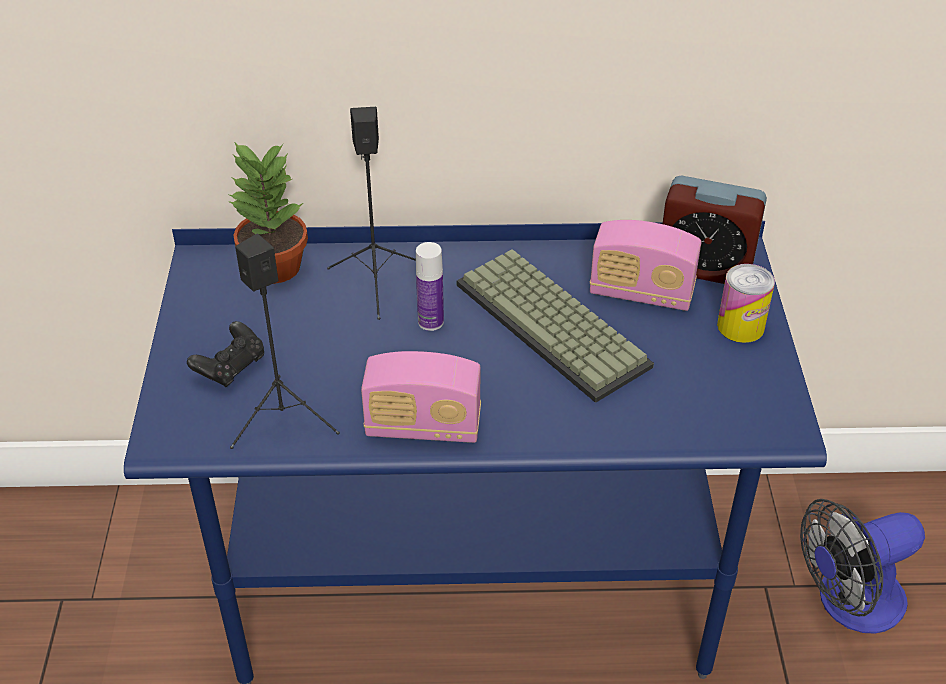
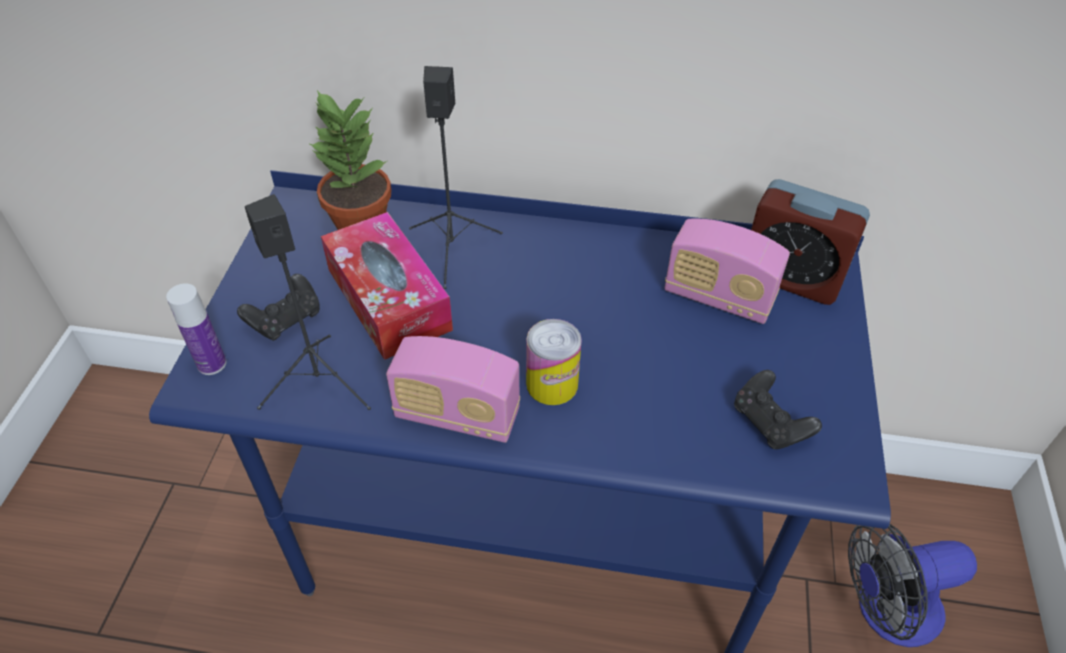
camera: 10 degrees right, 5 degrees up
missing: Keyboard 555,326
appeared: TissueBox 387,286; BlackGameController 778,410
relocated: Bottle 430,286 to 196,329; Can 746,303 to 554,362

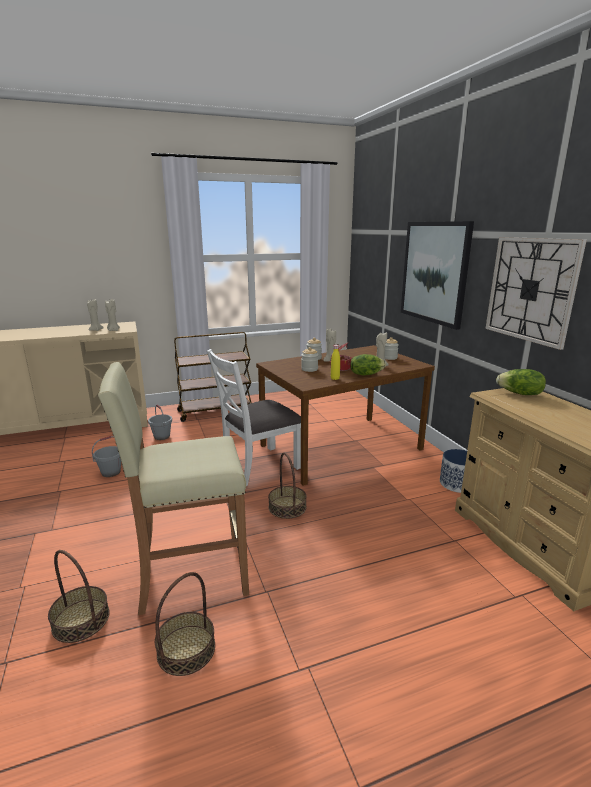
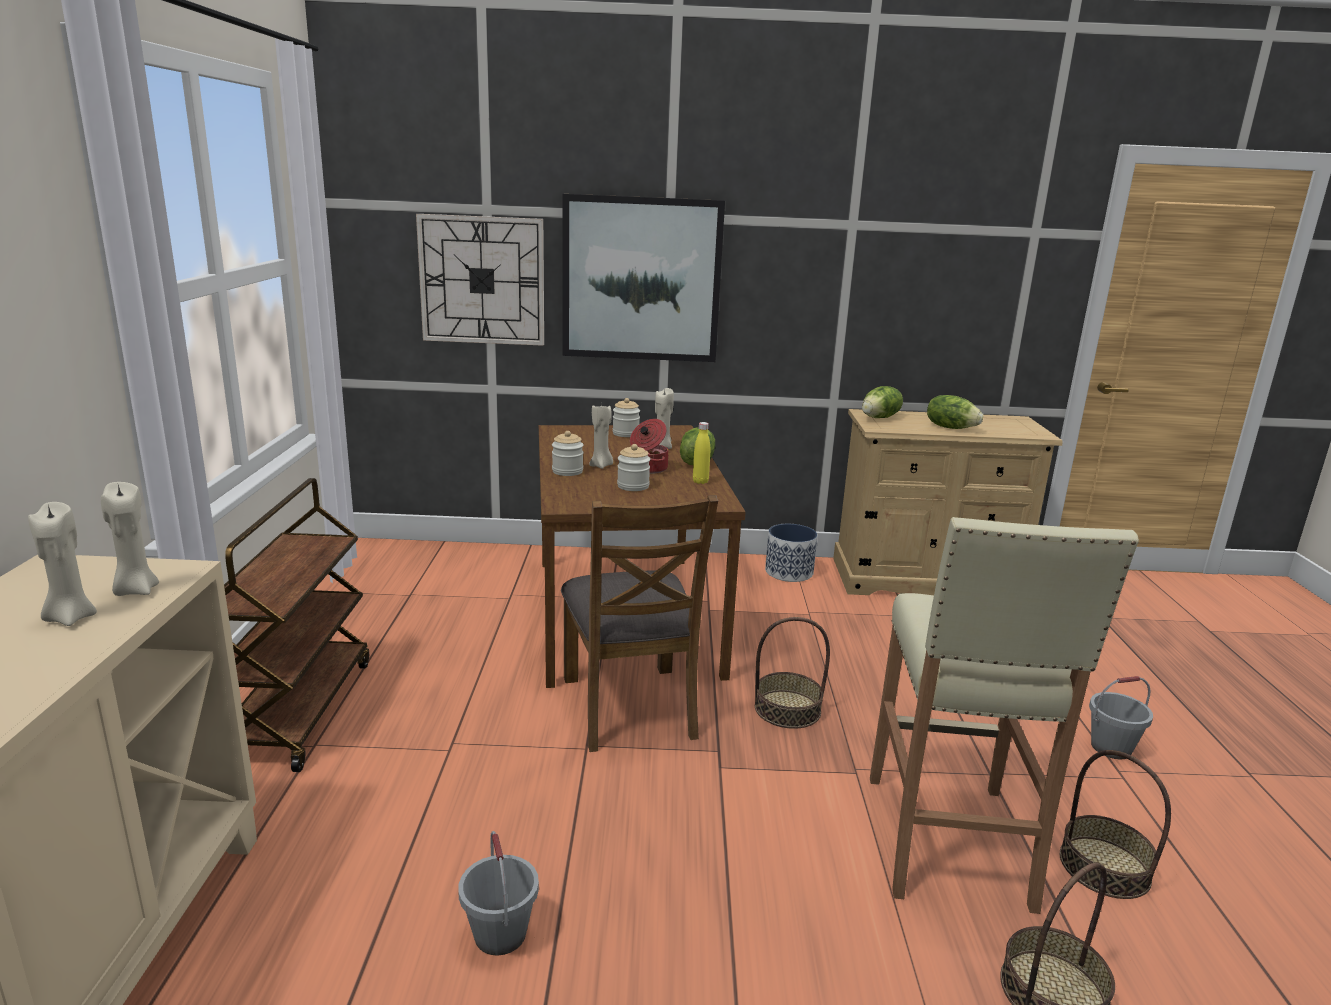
camera: 70 degrees left, 0 degrees up
appeared: Lettuce 955,412
relocated: GreyBucket 160,422 to 1121,717; WallClock 536,293 to 480,280
colour: WhiteChair 254,417 to BrownChair 639,623

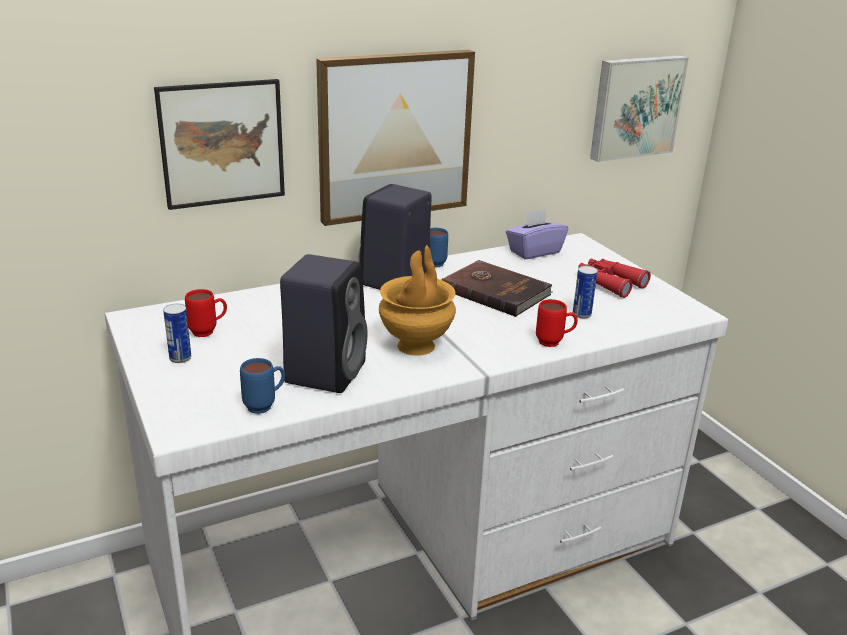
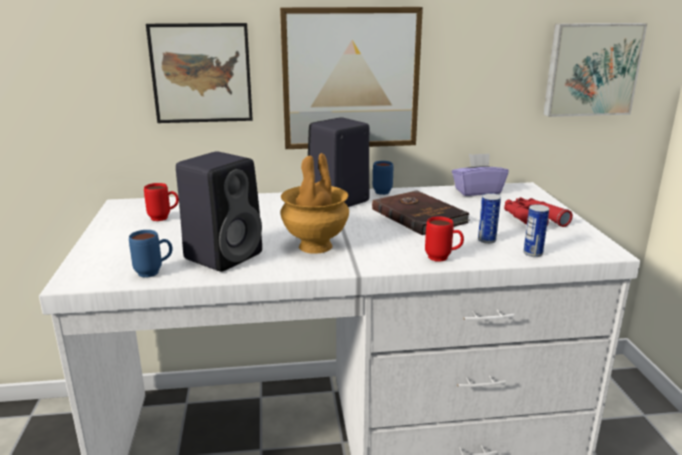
camera: 20 degrees right, 5 degrees down
relocated: Can 177,333 to 536,230

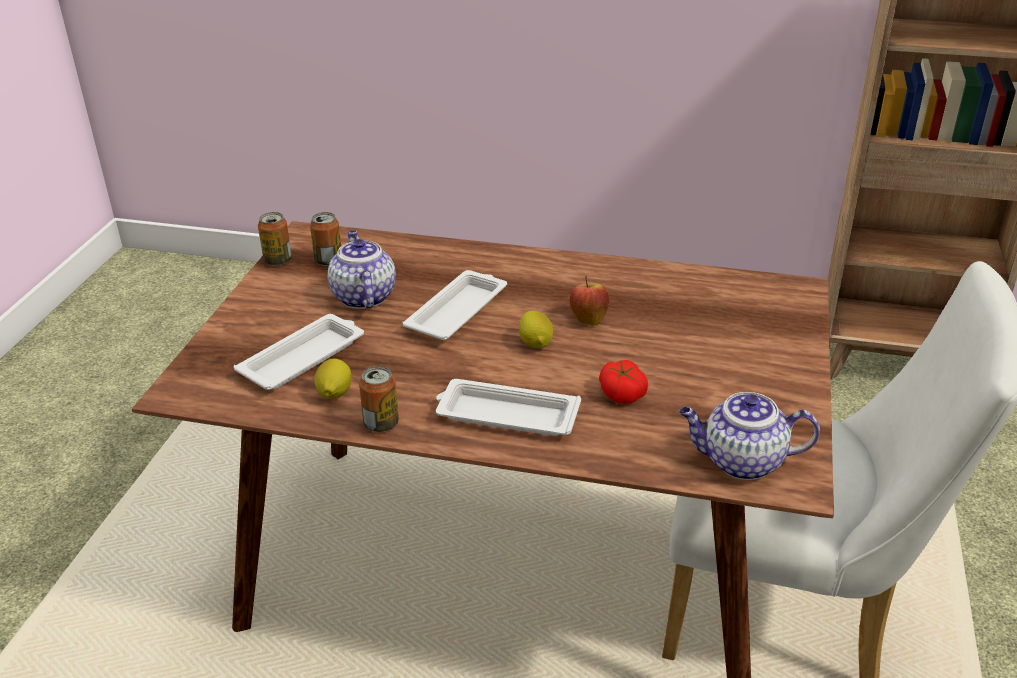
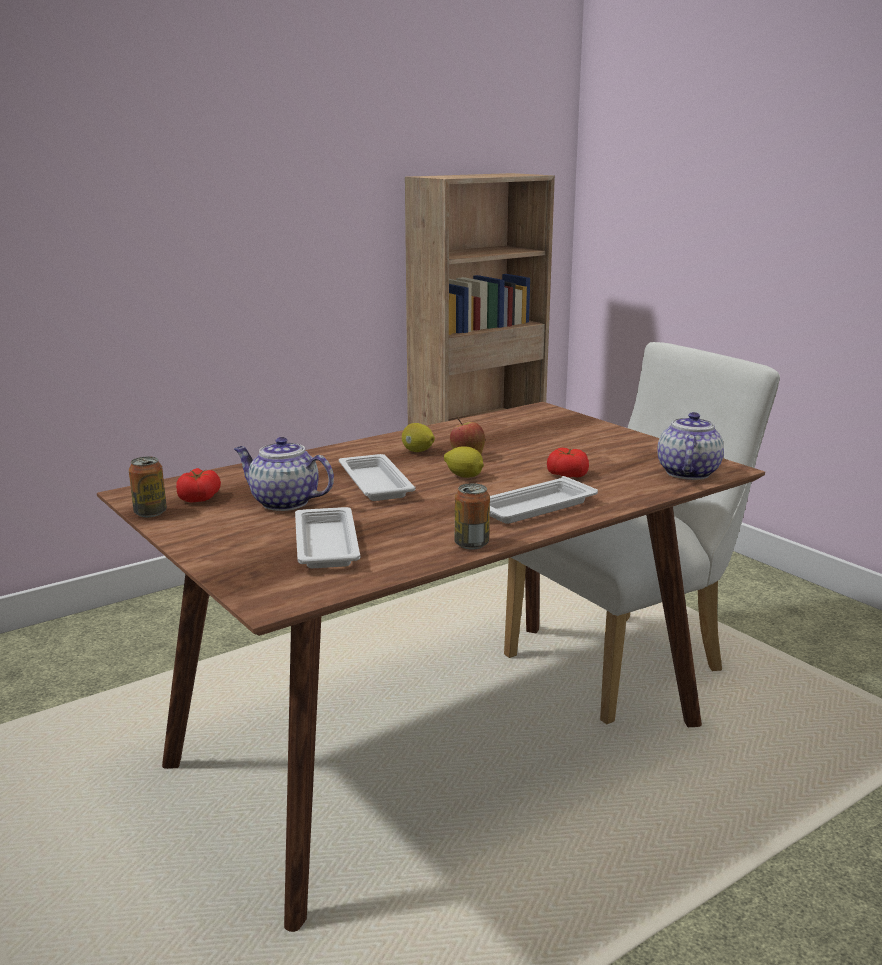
camera: 50 degrees left, 15 degrees down
relocated: Lemon 333,378 to 418,437
exchanged: Can 325,239 to Tomato 198,485
spun: Teapot 749,436 = 690,446 150 degrees clockwise

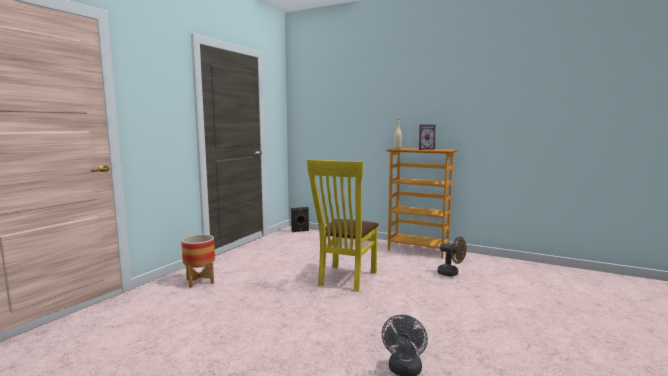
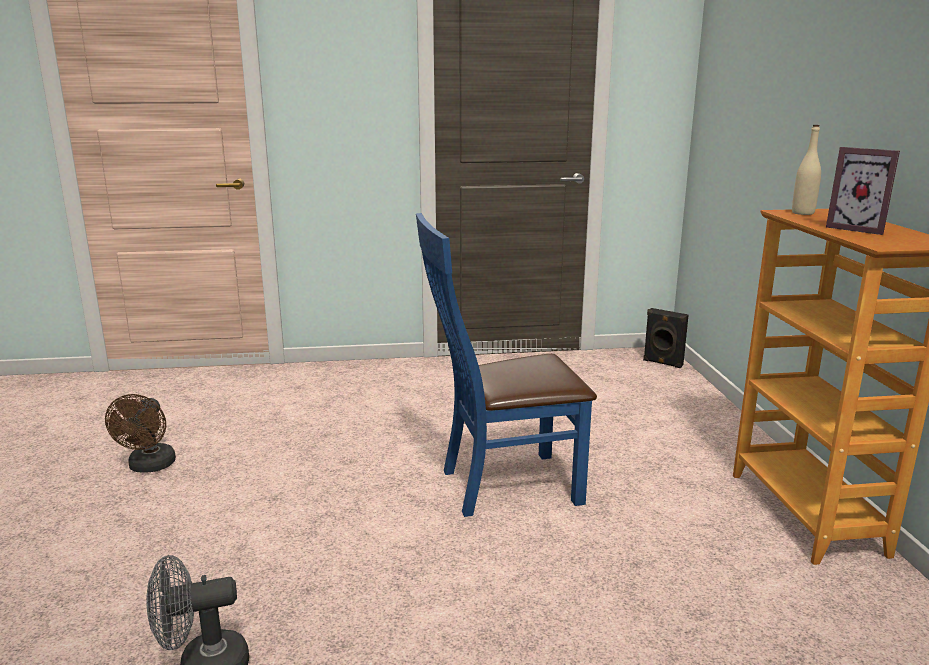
camera: 55 degrees right, 10 degrees up
missing: Planter 198,261
relocated: BrownFan 452,256 to 140,433
colour: YellowChair 343,226 to BlueChair 506,365

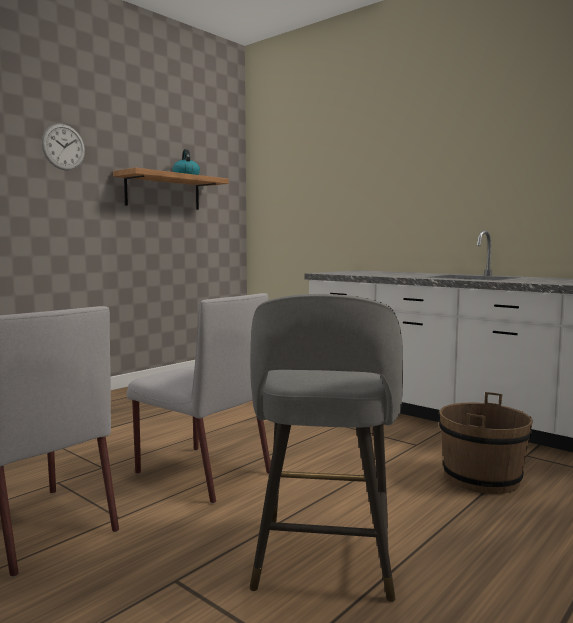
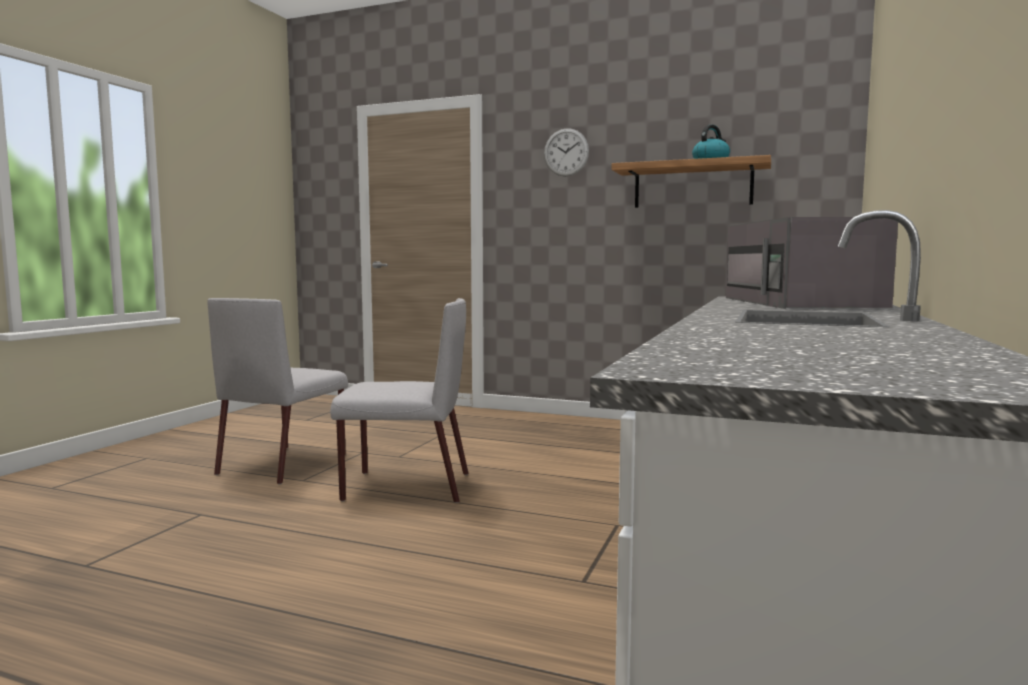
camera: 70 degrees right, 0 degrees up
missing: GreyStool 326,448; BrownBucket 486,443
appeared: GreyMicrowave 812,263
spun: GreyChair 199,398 = 399,400 105 degrees counterclockwise

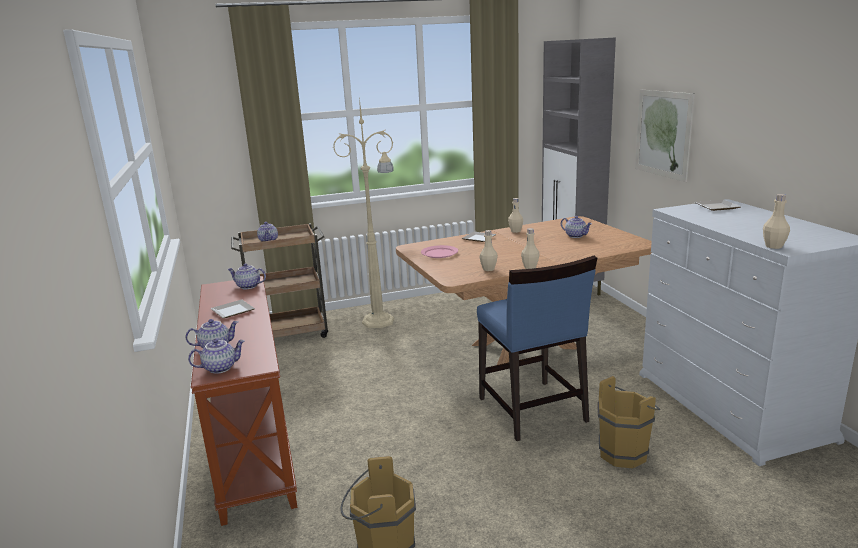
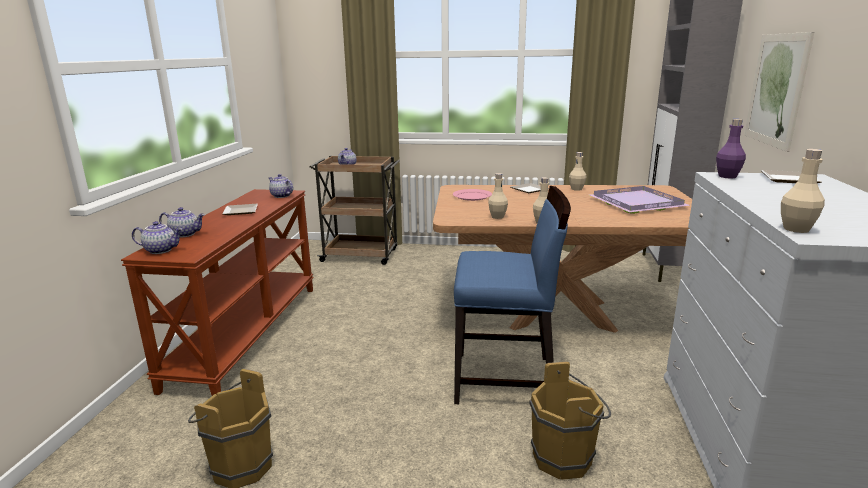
camera: 25 degrees right, 0 degrees up
missing: BeigeFloorLamp 363,212
appeared: PurpleBottle 731,149
exchanged: Teapot 576,227 to PurpleTray 640,200
spun: BlueChair 537,348 = 512,295 90 degrees counterclockwise

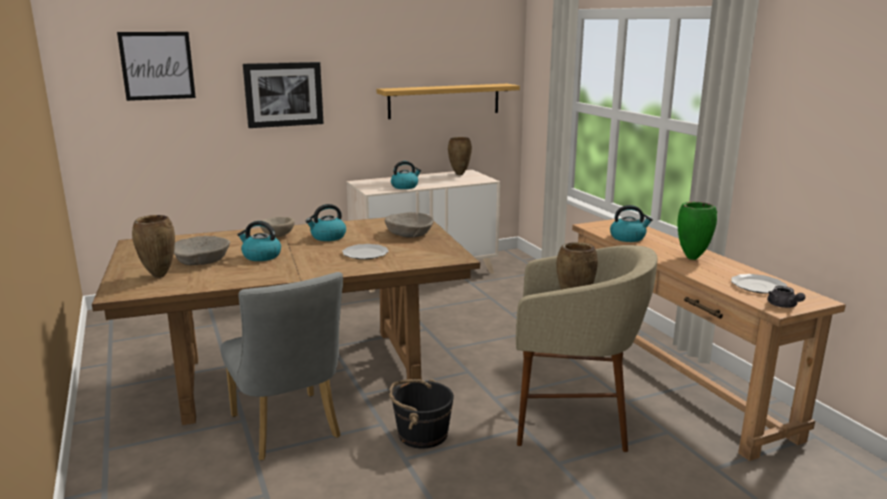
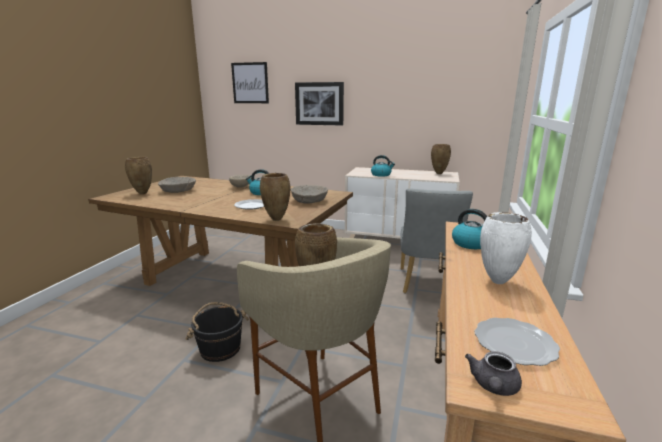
camera: 40 degrees right, 0 degrees up
missing: Kettle 259,241; Shelf 448,101
appeared: BrownVase 275,197
relocated: GreyChair 282,366 to 436,240
colour: GreenVase 697,231 to WhiteVase 506,248

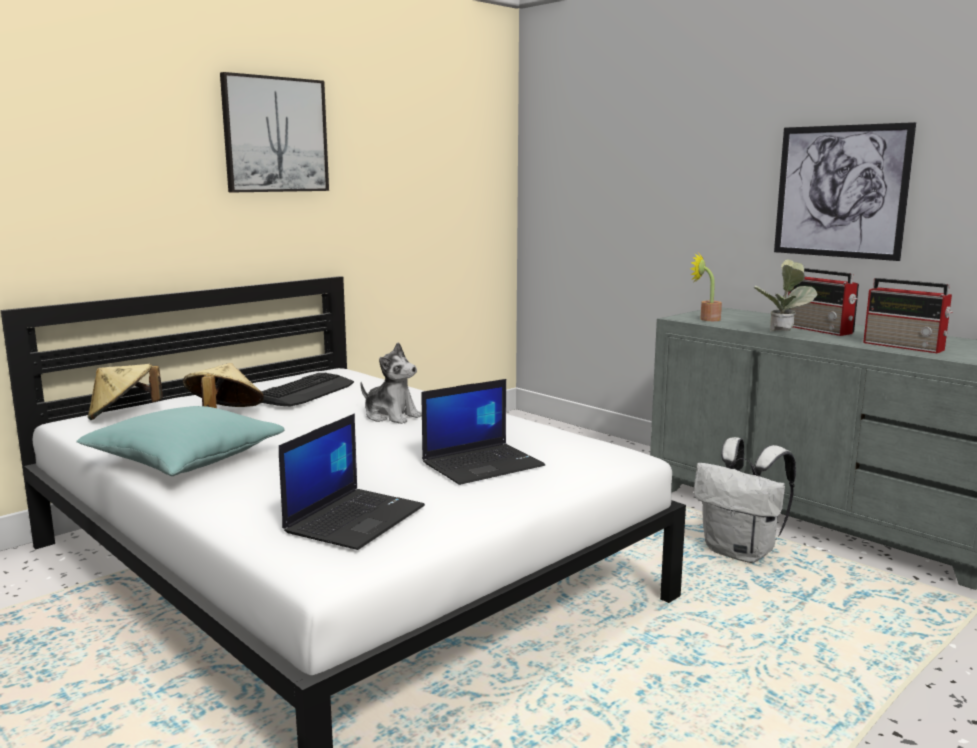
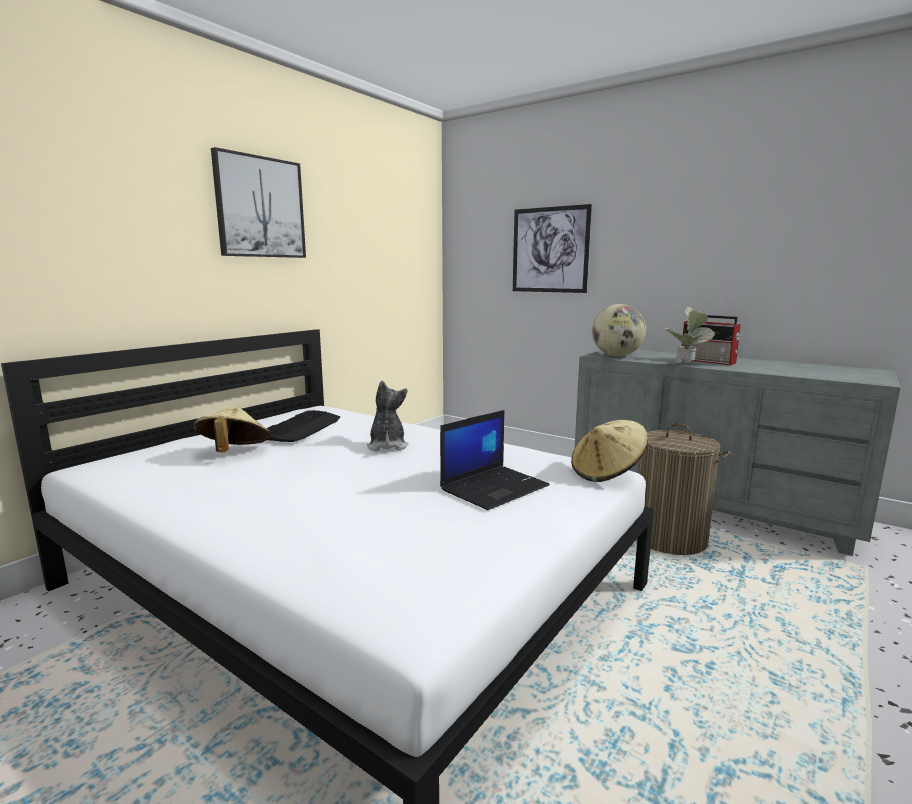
camera: 10 degrees left, 0 degrees up
missing: TurquoisePillow 180,441; Laptop 352,482; Radio 908,315
relocated: BeigeHat 125,391 to 609,451; Picture 845,191 to 552,248
exchanged: PottedPlant 706,287 to Globe 619,330; WhiteBackpack 745,500 to LaundryBasket 684,489
spun: PlushToy 391,383 = 387,416 120 degrees counterclockwise

